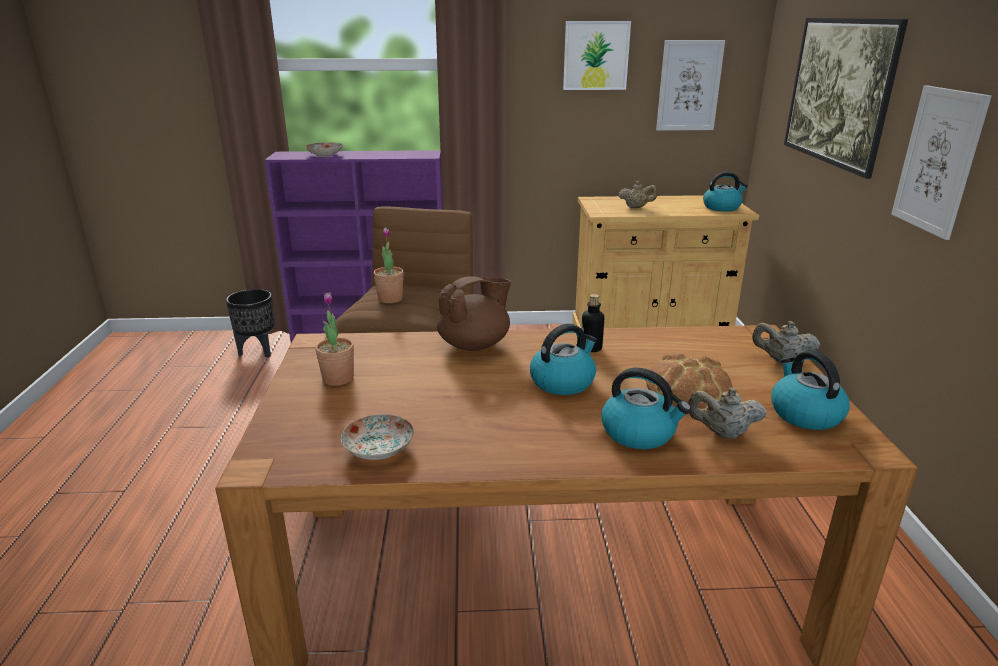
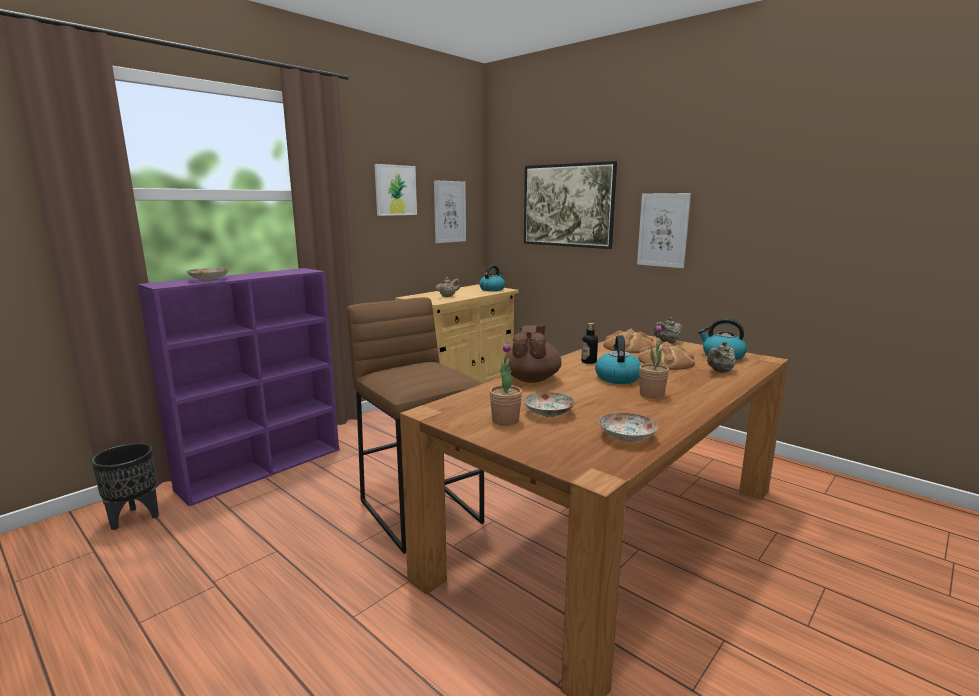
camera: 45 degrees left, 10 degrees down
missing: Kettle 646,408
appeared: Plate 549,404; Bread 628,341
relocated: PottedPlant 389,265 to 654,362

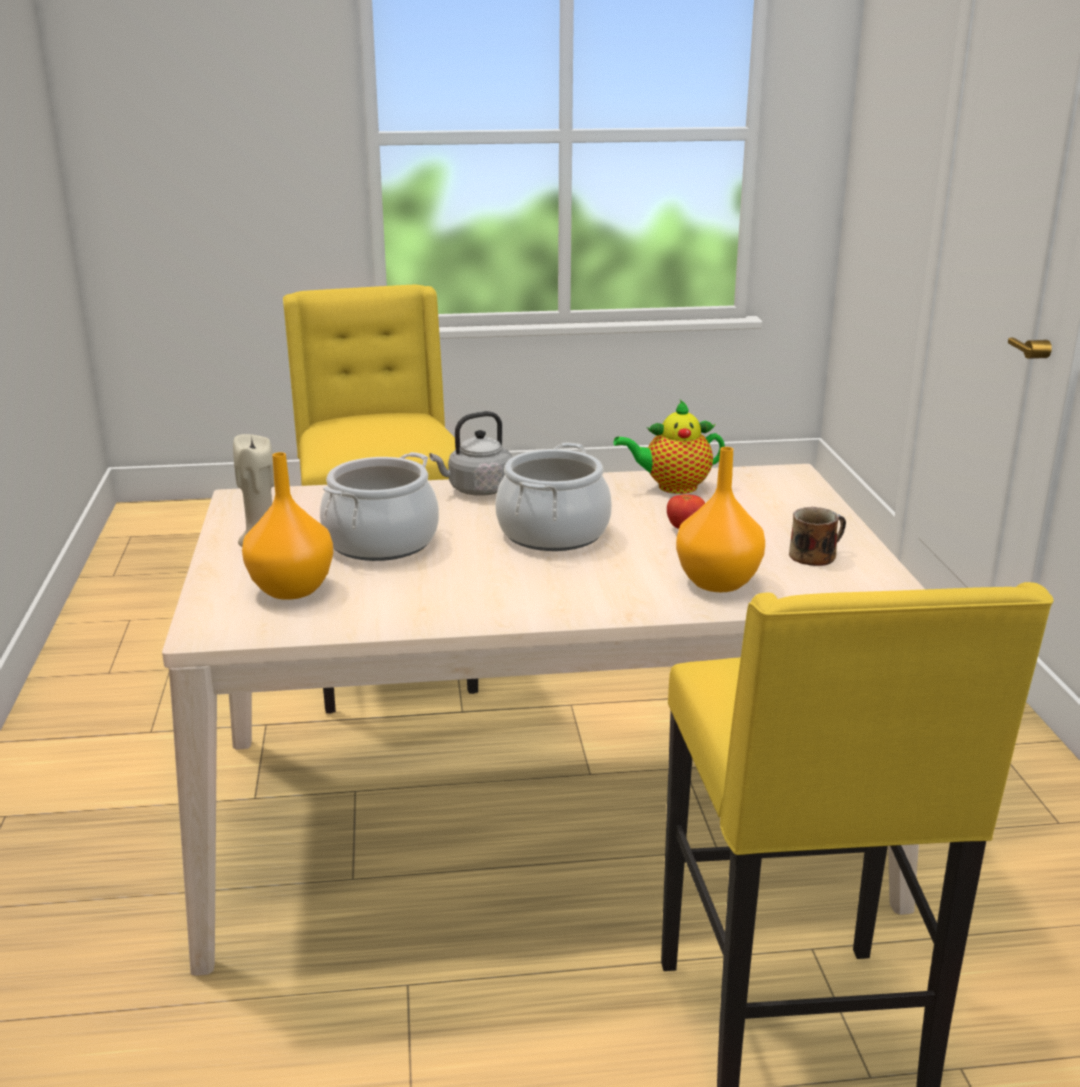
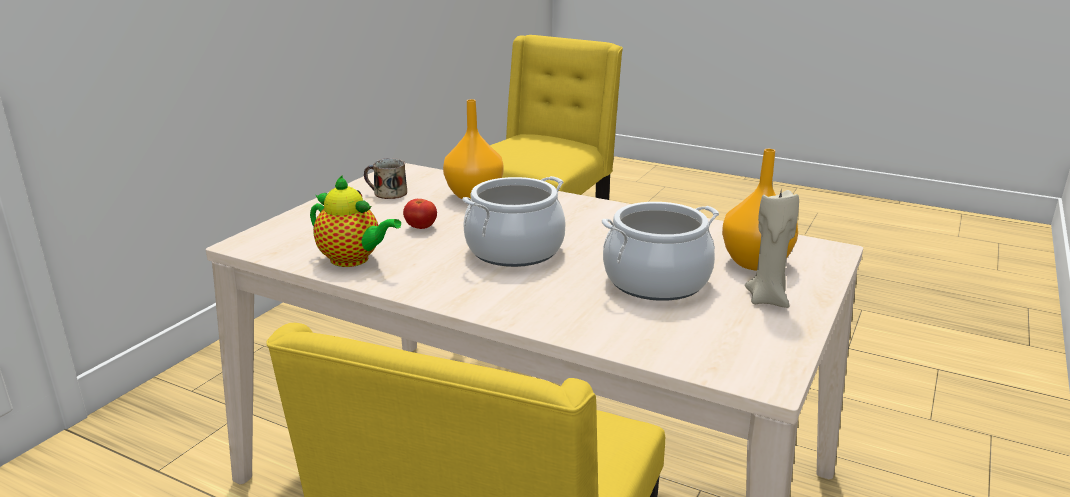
camera: 145 degrees left, 0 degrees up
missing: GreyKettle 470,453

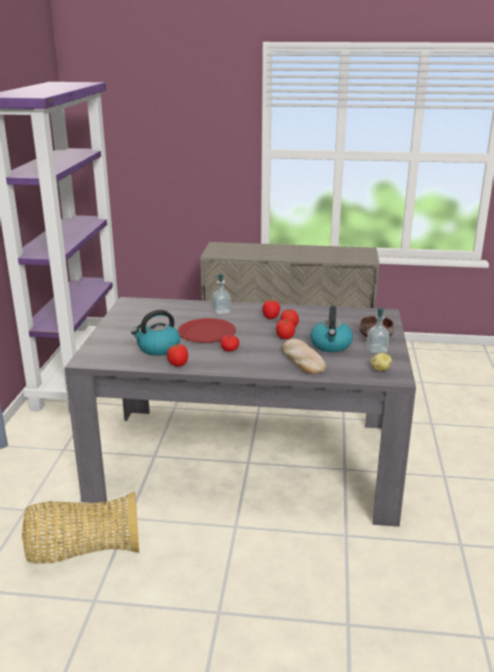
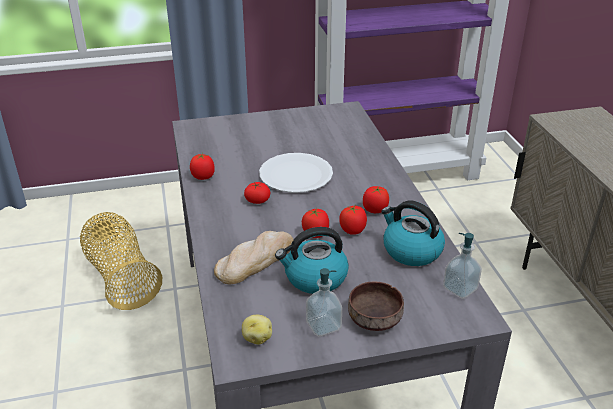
camera: 70 degrees right, 10 degrees up
relocated: Kettle 155,333 to 413,233; SoapDispenser 221,294 to 462,266
colour: RedPlate 207,330 to WhitePlate 296,173

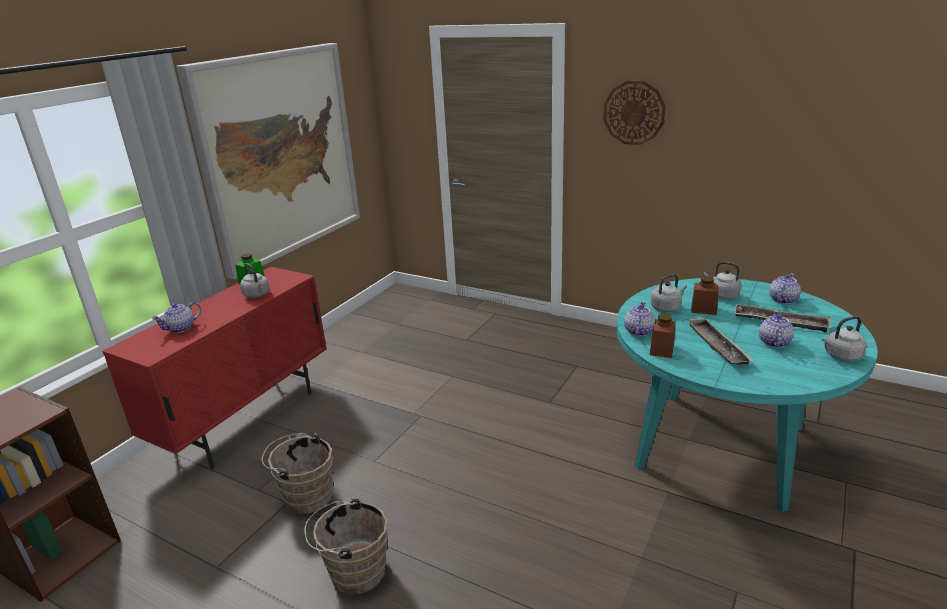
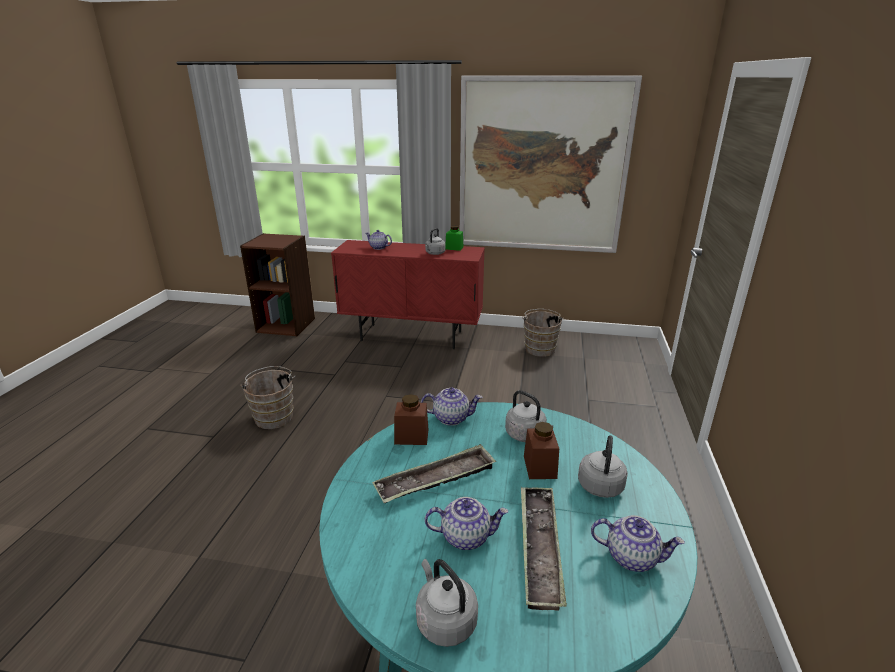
camera: 70 degrees right, 0 degrees up
missing: WallClock 634,113
relocated: BrownBucket 297,473 to 543,333

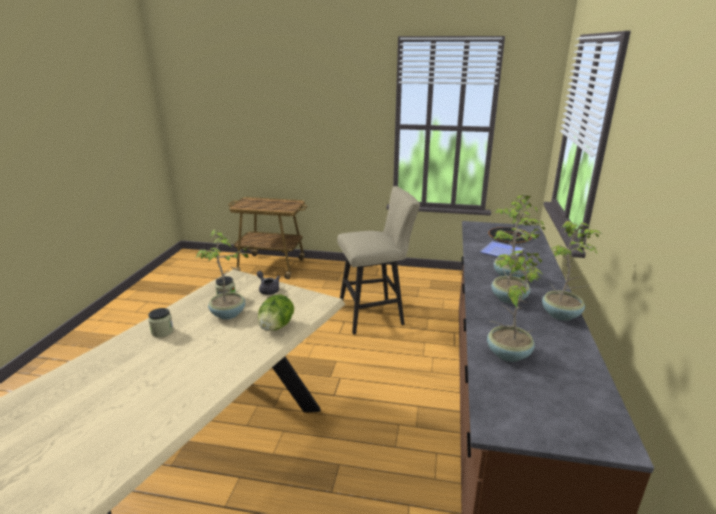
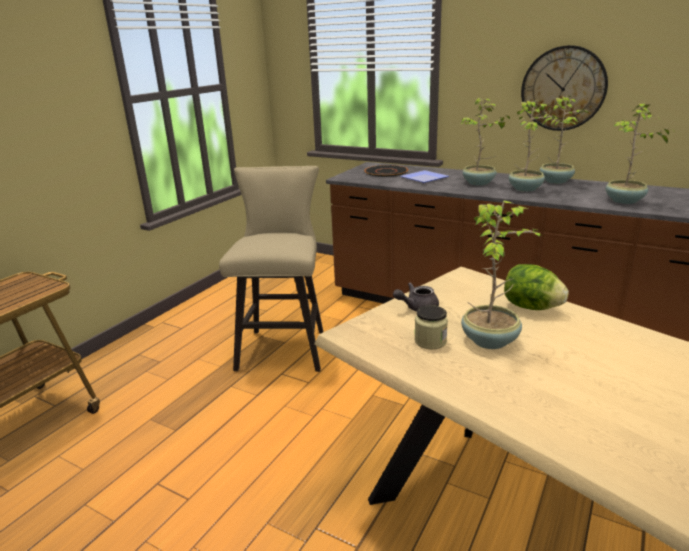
camera: 70 degrees left, 0 degrees up
missing: Jar 161,322
appeared: WallClock 564,88

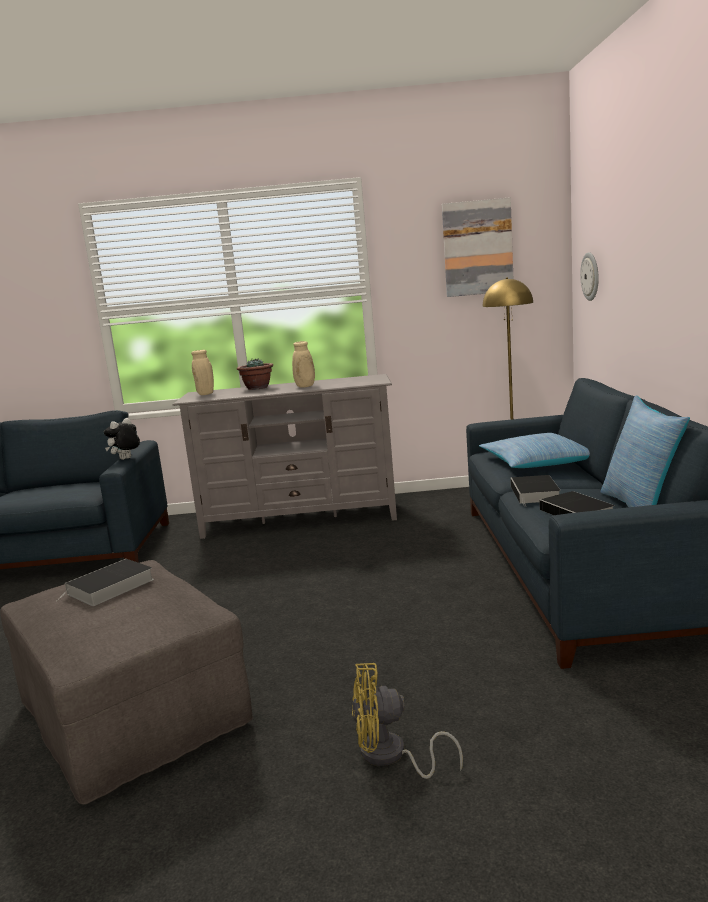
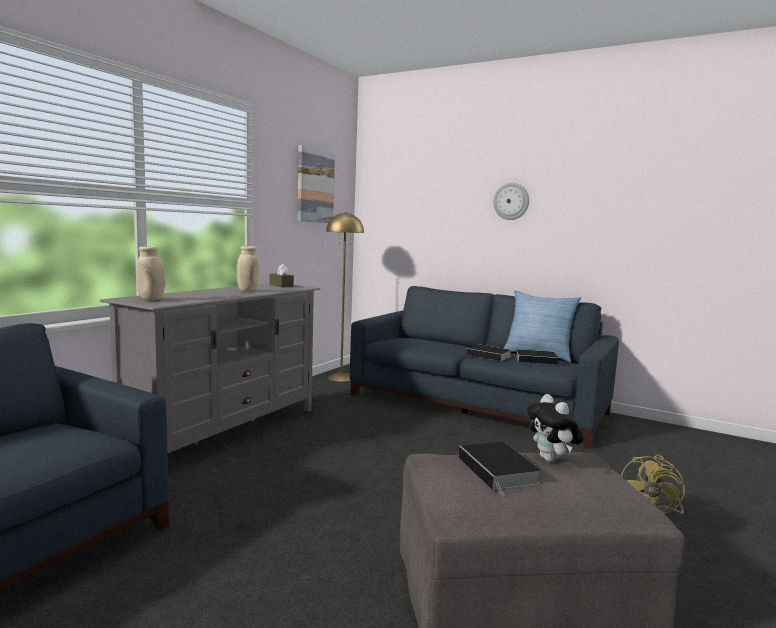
camera: 60 degrees left, 5 degrees down
missing: PottedPlant 255,374; Pillow 534,450
appeared: BrownTissueBox 282,275
relocated: PlushToy 122,439 to 555,428; WallClock 589,276 to 511,201

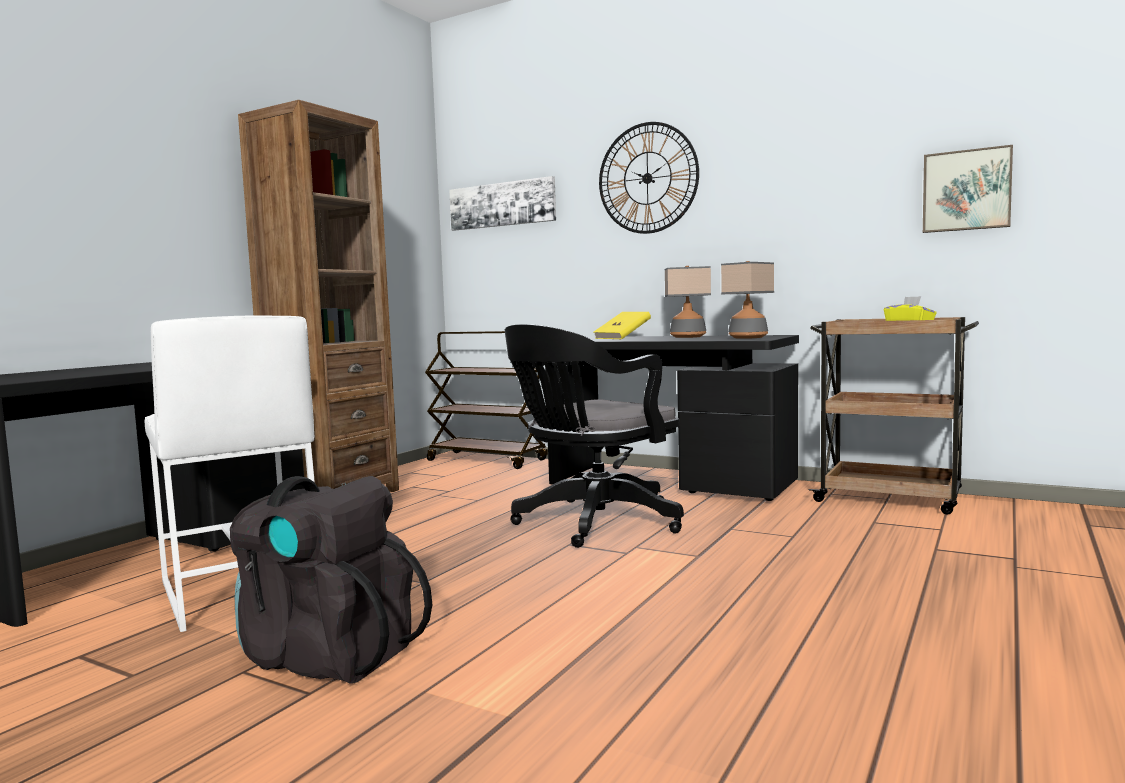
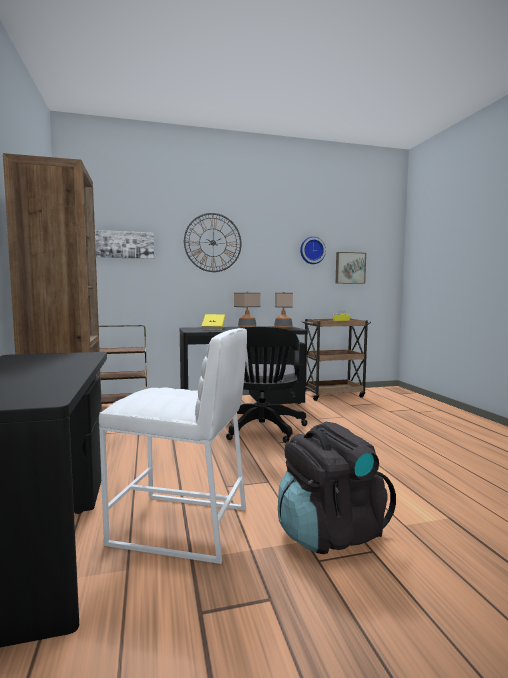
camera: 45 degrees left, 0 degrees up
appeared: WallClock 313,250

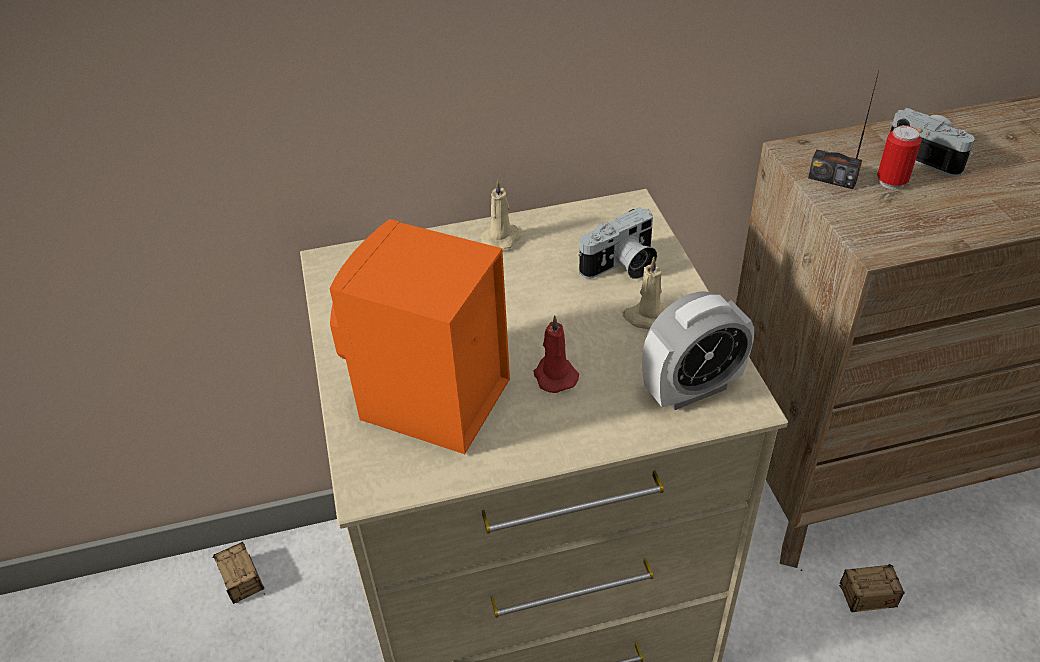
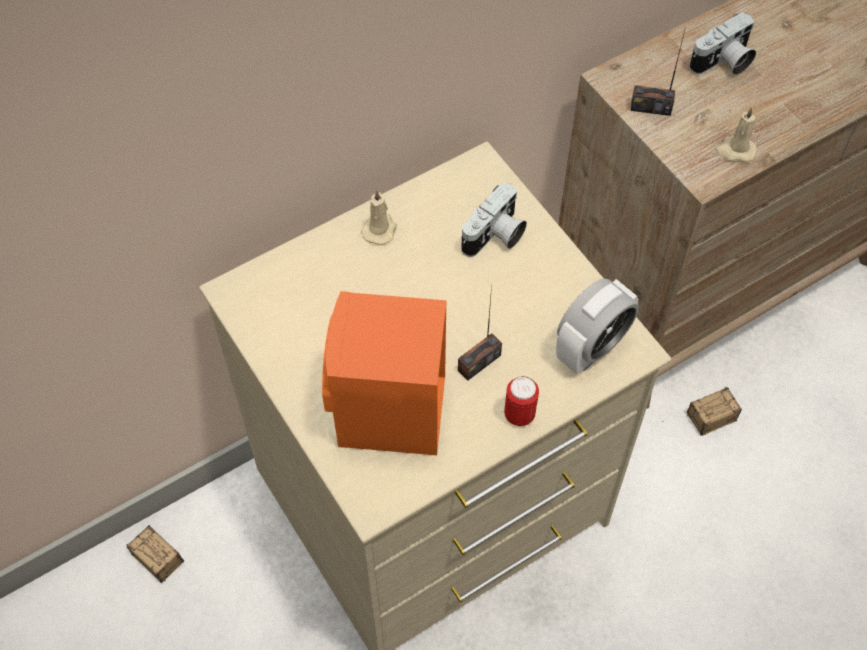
camera: 20 degrees left, 15 degrees up
relocated: BeigeCandle 644,293 to 736,134; Can 899,157 to 521,401
exchanged: RedCandle 556,354 to Radio 480,333
spun: PhotoCamera 932,142 = 722,43 120 degrees clockwise

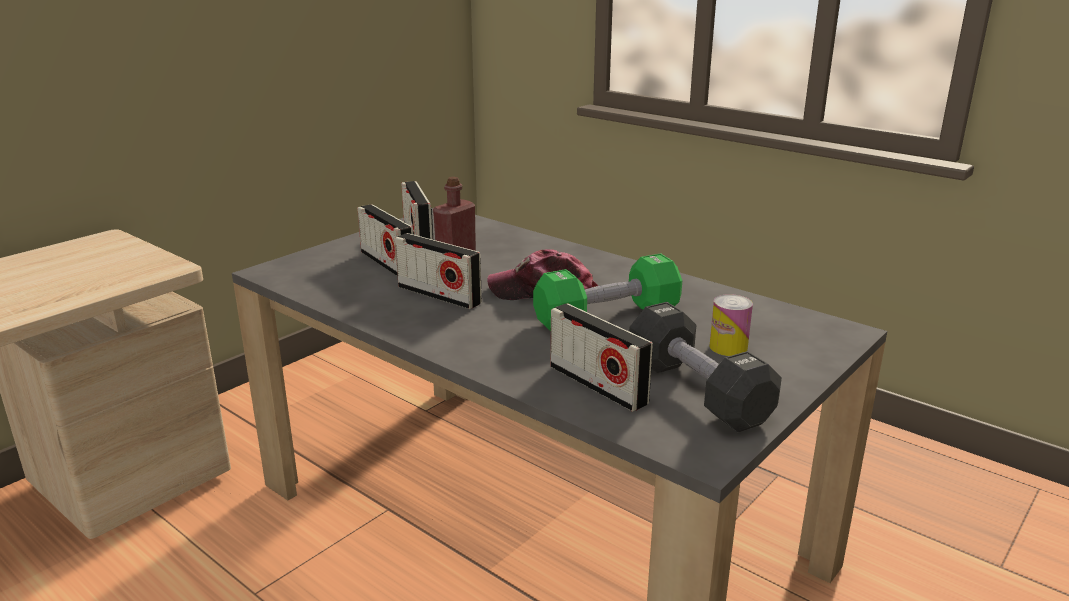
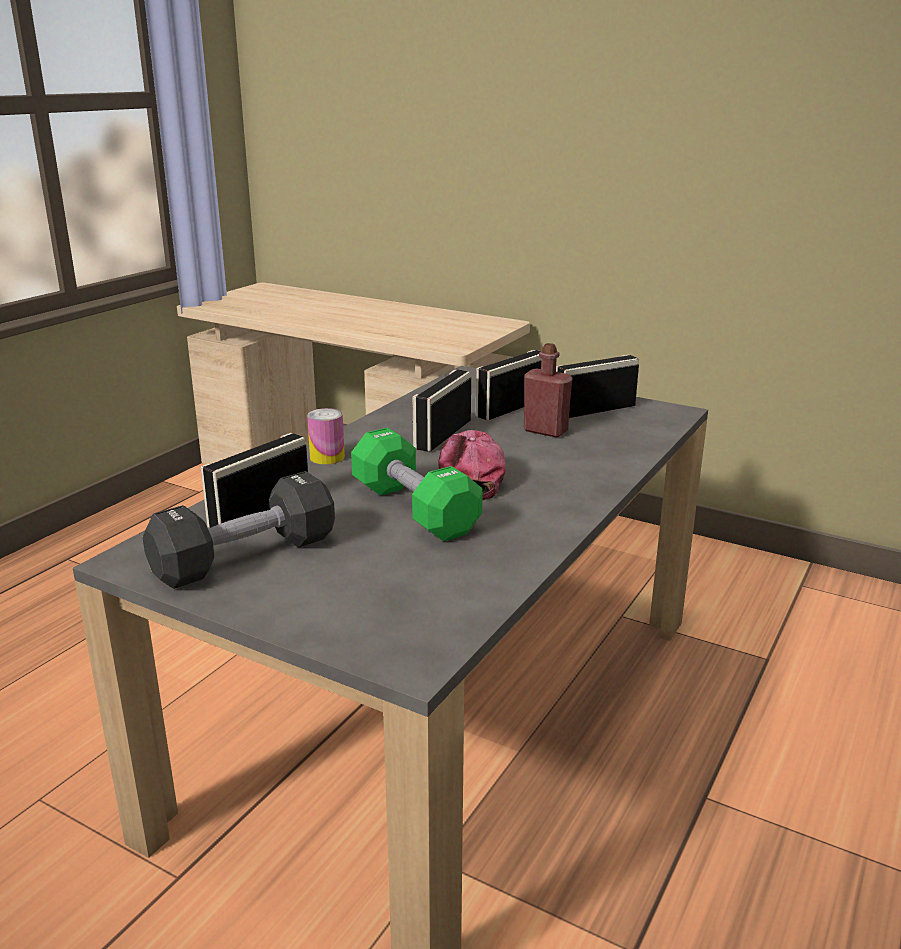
camera: 80 degrees right, 0 degrees up
relocated: Can 731,325 to 326,436

